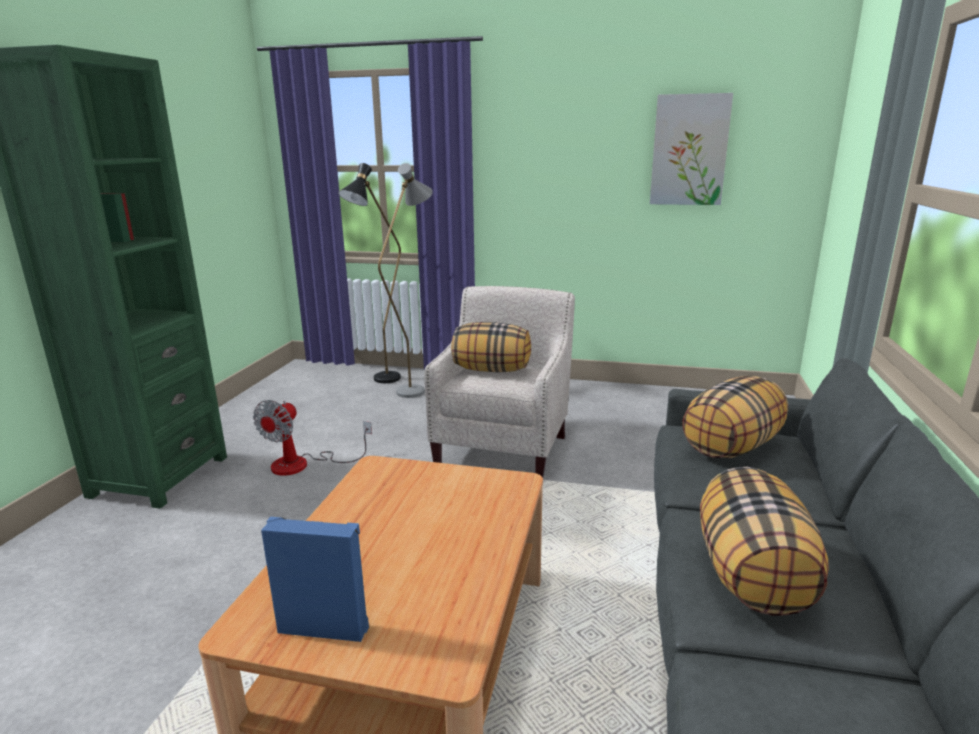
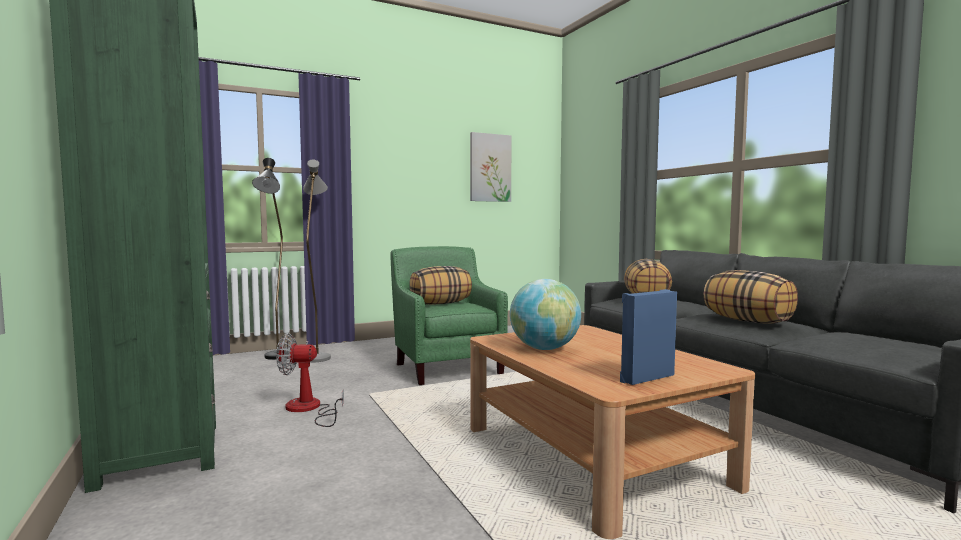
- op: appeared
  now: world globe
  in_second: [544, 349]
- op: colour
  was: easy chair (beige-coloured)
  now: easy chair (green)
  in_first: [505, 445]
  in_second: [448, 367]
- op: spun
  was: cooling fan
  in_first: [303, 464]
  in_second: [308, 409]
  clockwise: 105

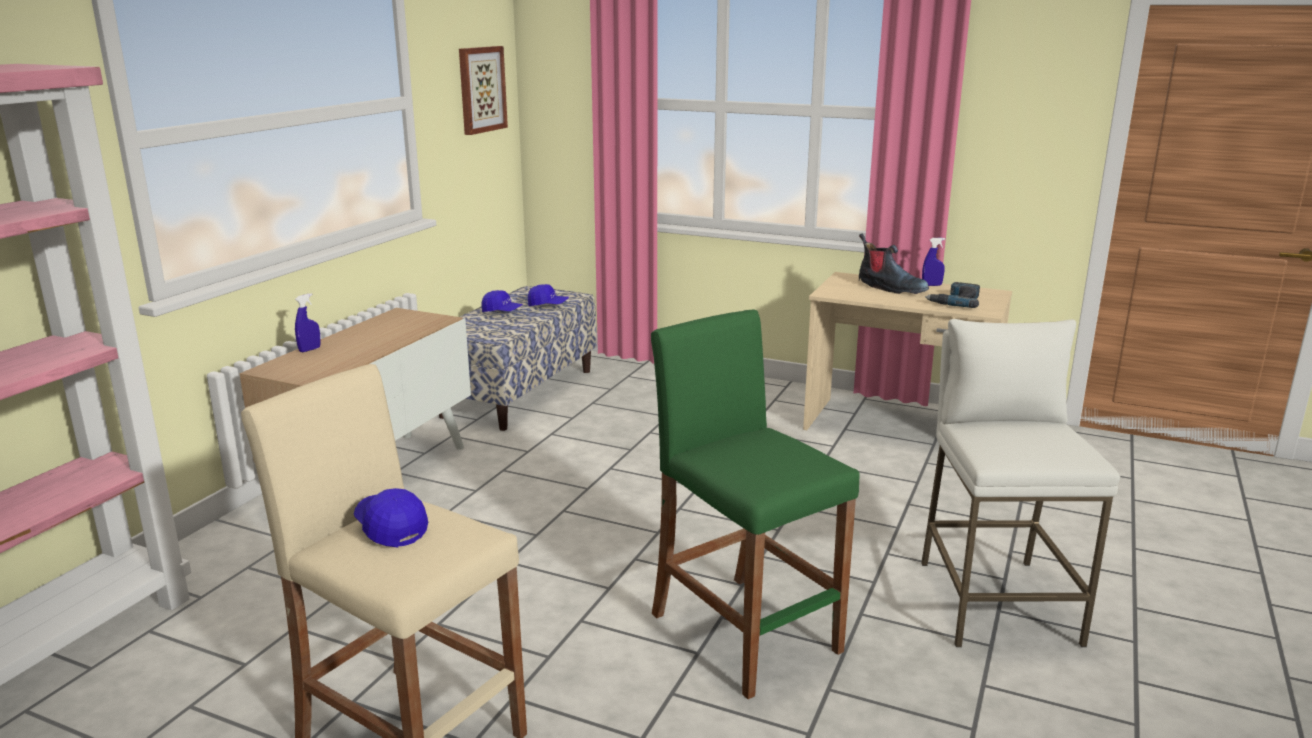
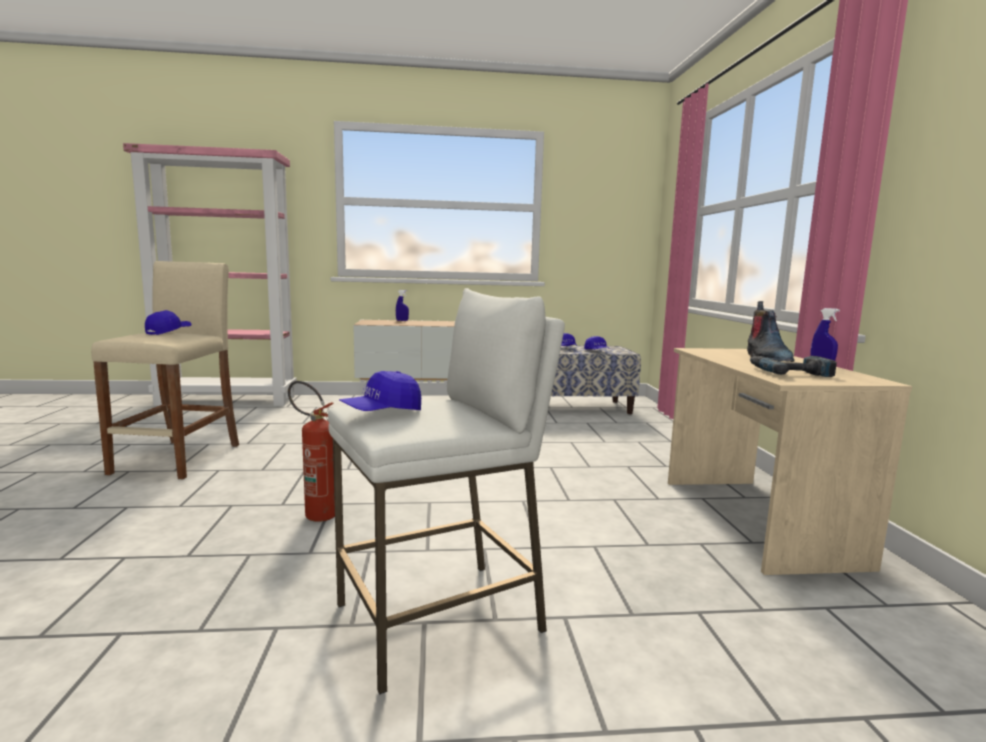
- op: missing
  was: picture
  in_first: [481, 89]
- op: appeared
  now: cap (blue-coloured)
  in_second: [382, 413]
- op: exchanged
  was: stool seat (green)
  now: fire-fighting cylinder
  in_first: [744, 632]
  in_second: [315, 513]

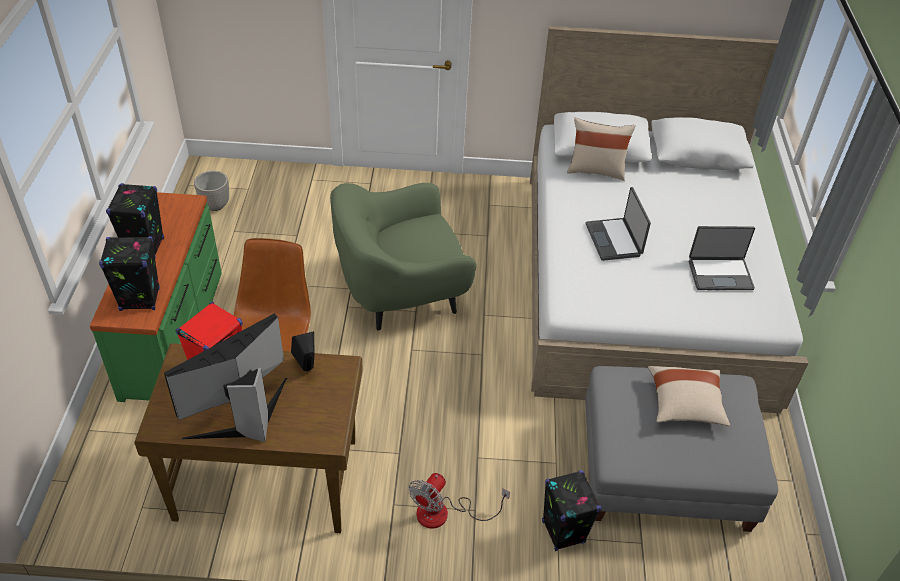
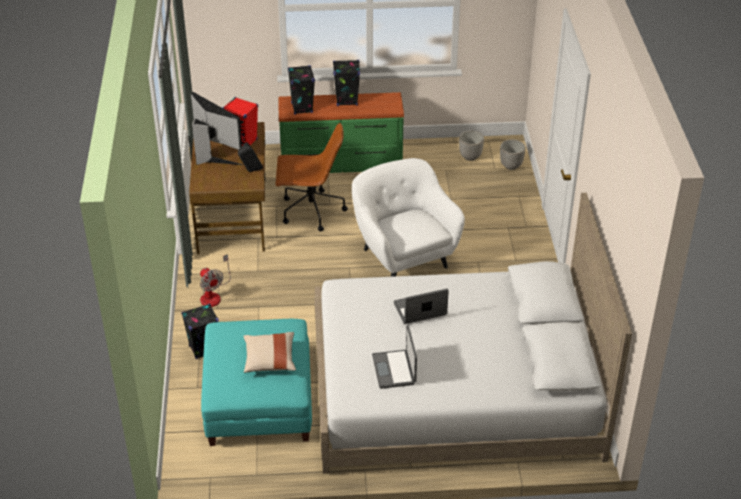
- op: missing
  was: throw pillow (beige-coloured)
  in_first: [596, 170]
- op: appeared
  now: plant pot
  in_second: [511, 166]
- op: colour
  was: easy chair (green)
  now: easy chair (white)
  in_first: [401, 293]
  in_second: [404, 256]
- op: colour
  was: footrest (greyish)
  now: footrest (turquoise)
  in_first: [665, 469]
  in_second: [259, 401]
- op: spun
  was: cooling fan
  in_first: [444, 513]
  in_second: [213, 295]
  clockwise: -150

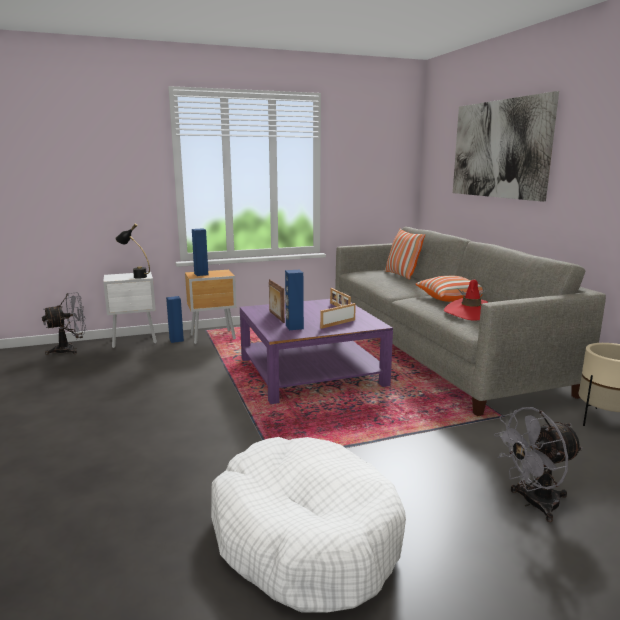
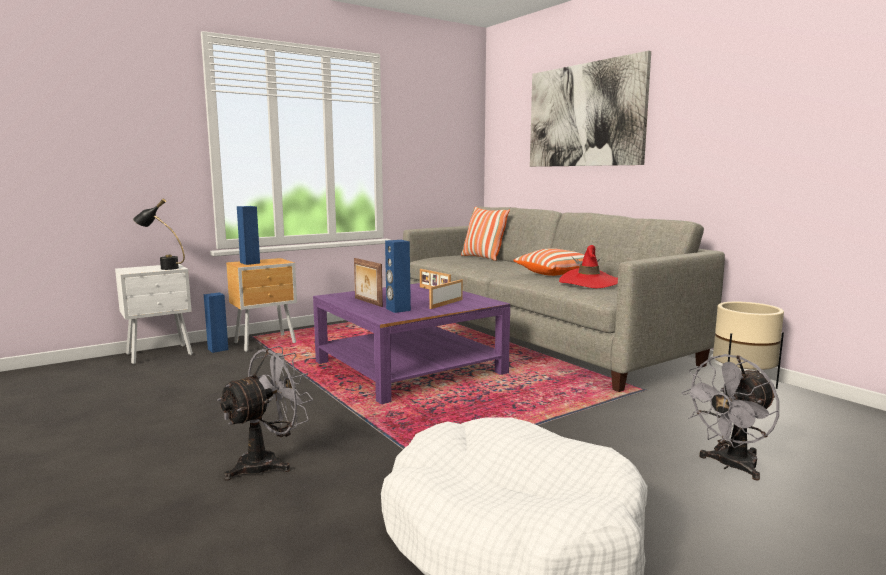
- op: relocated
  was: cooling fan (greyish)
  in_first: [70, 350]
  in_second: [267, 463]

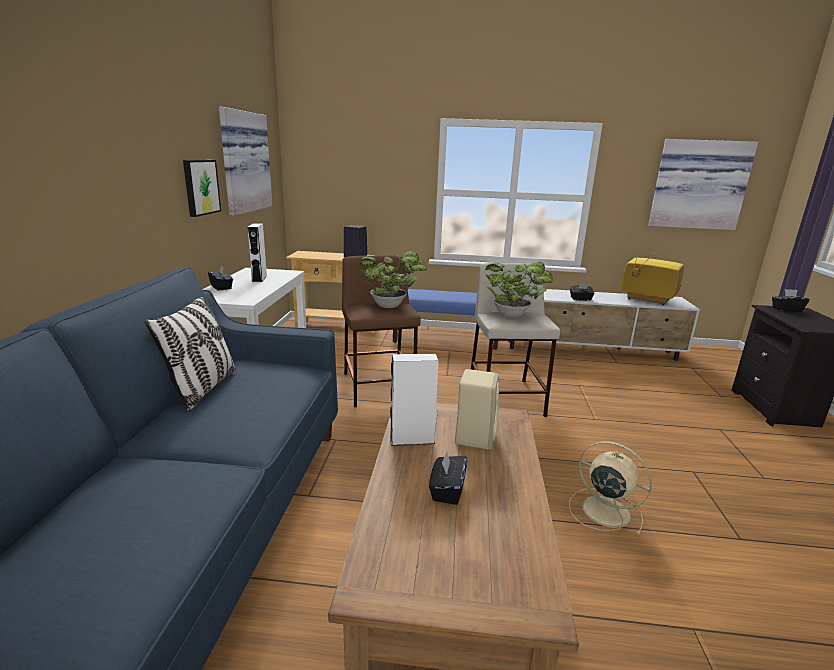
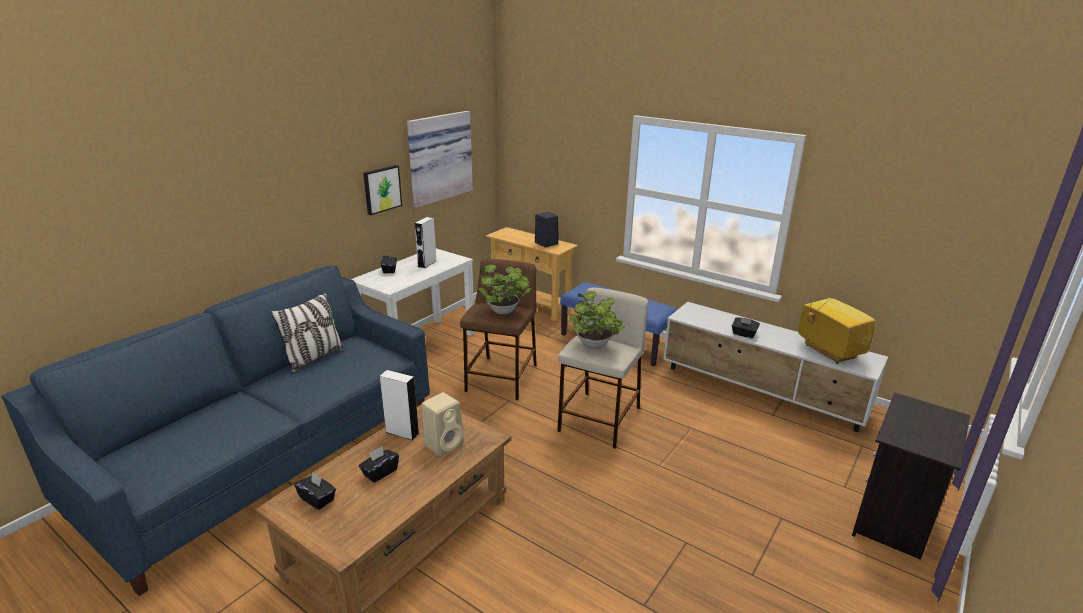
- op: missing
  was: cooling fan (beige-coloured)
  in_first: [603, 510]
- op: missing
  was: picture
  in_first: [698, 185]
- op: relocated
  was: box of tissues (black)
  in_first: [786, 309]
  in_second: [317, 499]

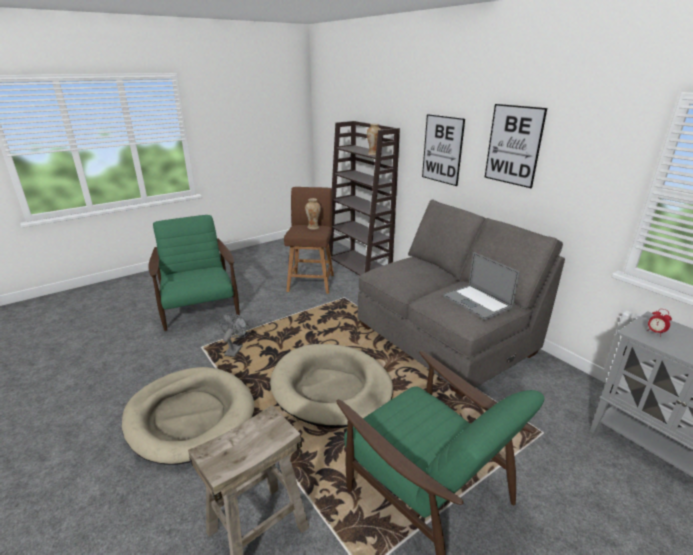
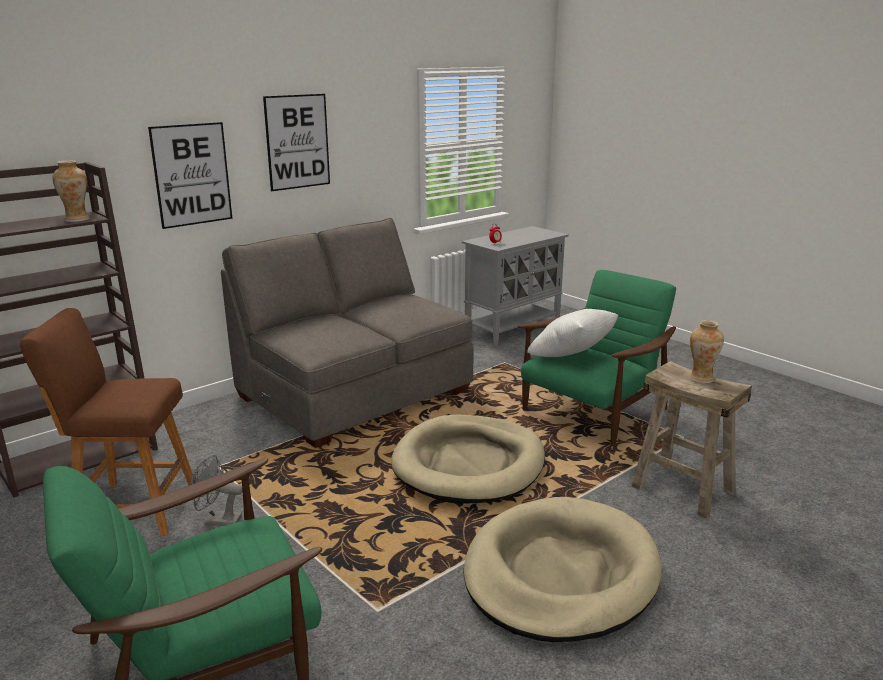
- op: missing
  was: laptop
  in_first: [476, 302]
- op: appeared
  now: throw pillow (white)
  in_second: [572, 357]
- op: relocated
  was: cooling fan (greyish)
  in_first: [235, 349]
  in_second: [217, 521]
- op: relocated
  was: vase
  in_first: [313, 227]
  in_second: [701, 378]

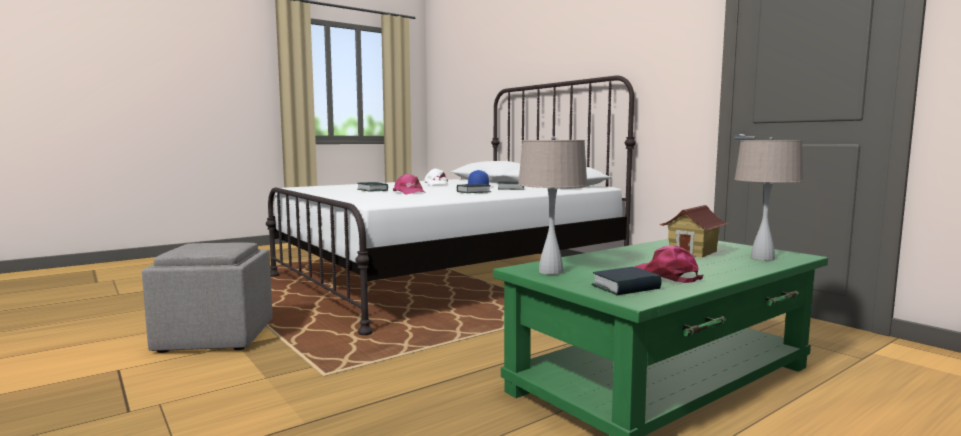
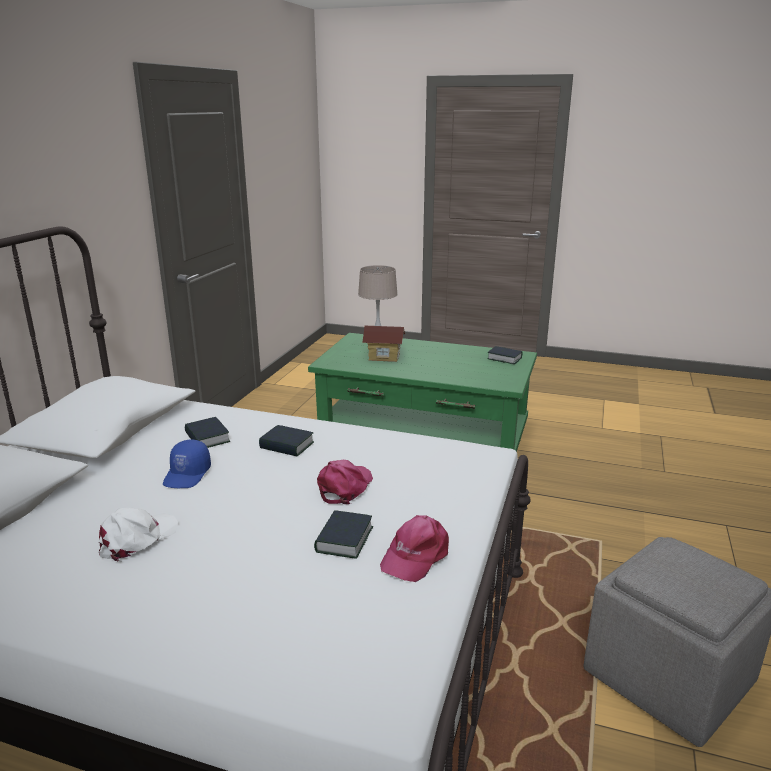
- op: missing
  was: lamp for a table (beige-coloured)
  in_first: [551, 272]
- op: relocated
  was: cap (pinkish)
  in_first: [666, 276]
  in_second: [415, 555]

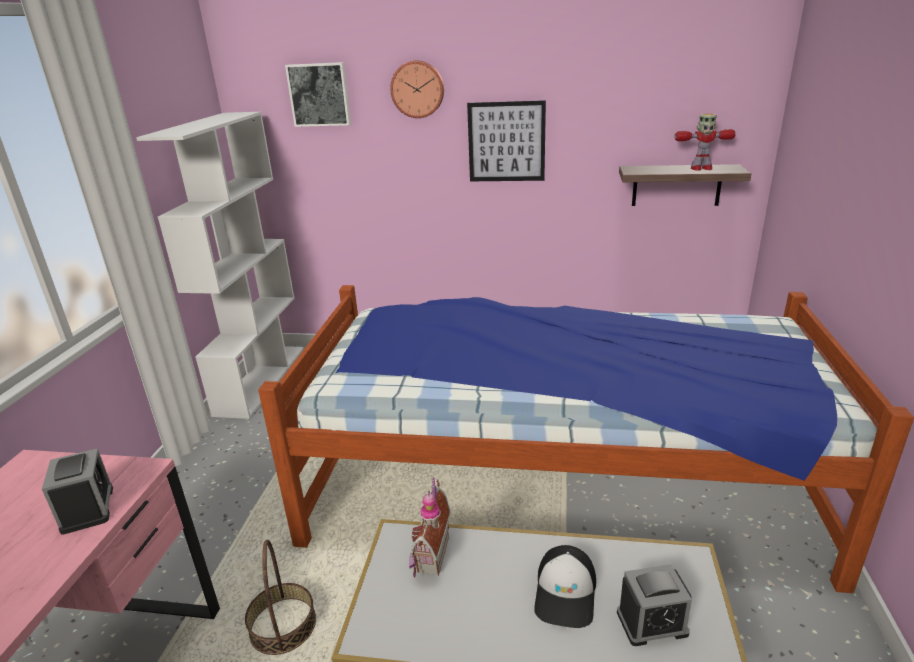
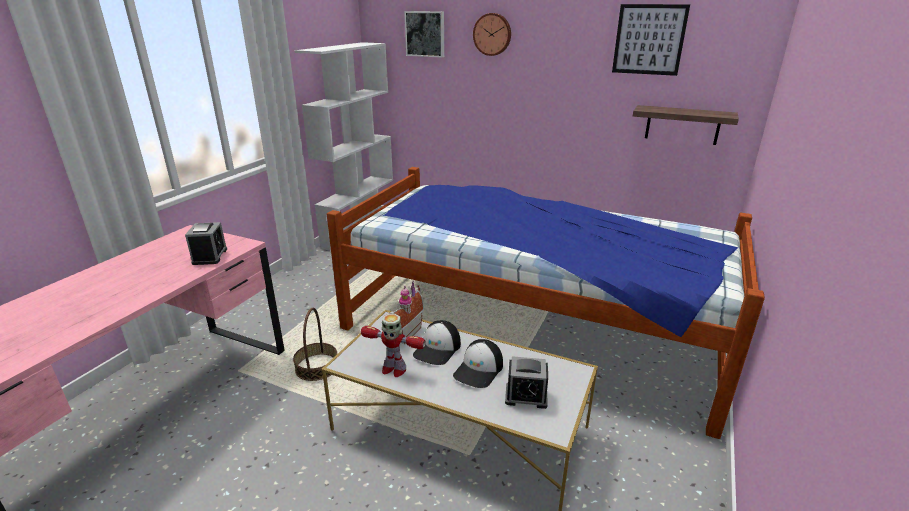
- op: appeared
  now: cap
  in_second: [438, 349]
- op: relocated
  was: picture
  in_first: [506, 142]
  in_second: [649, 40]
- op: relocated
  was: model robot
  in_first: [701, 168]
  in_second: [393, 369]

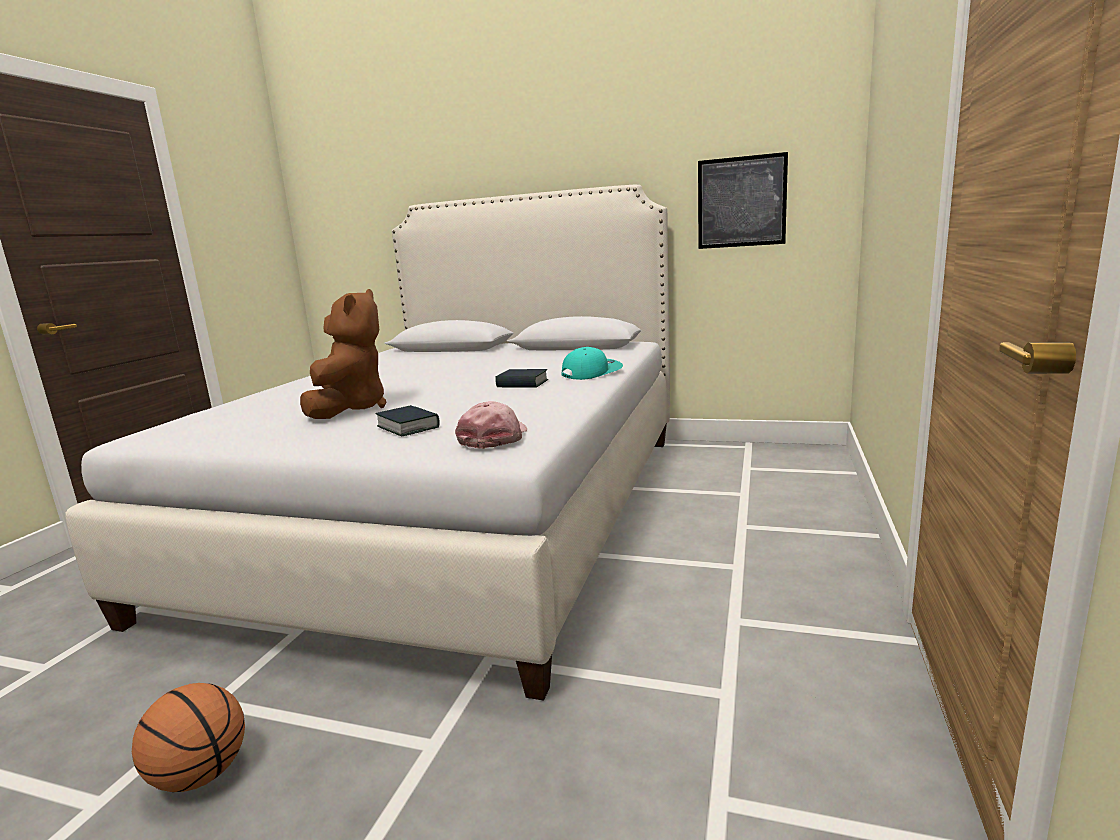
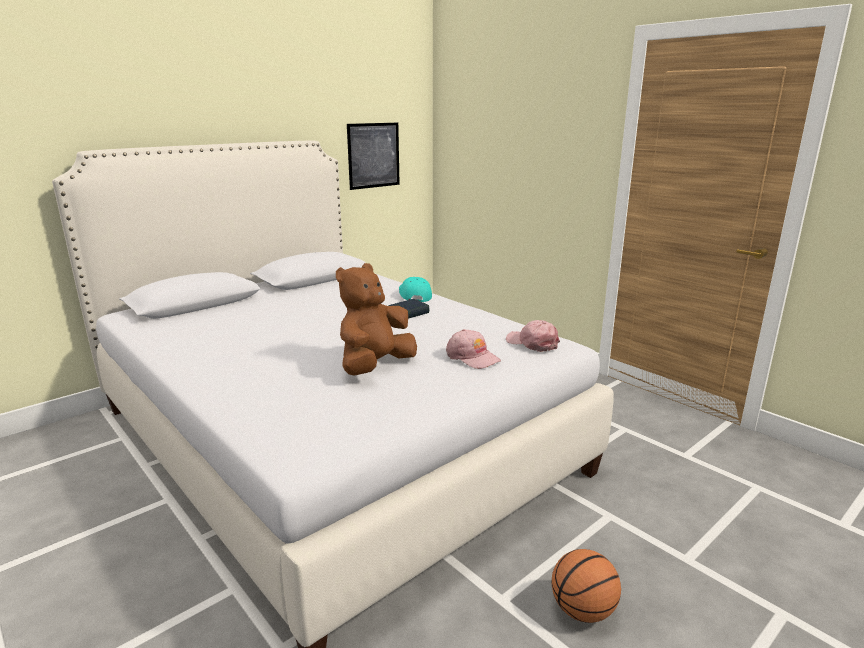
- op: exchanged
  was: book
  now: cap (pinkish)
  in_first: [408, 427]
  in_second: [472, 357]
- op: spun
  was: plush toy (brownish)
  in_first: [350, 409]
  in_second: [375, 366]
  clockwise: -90

